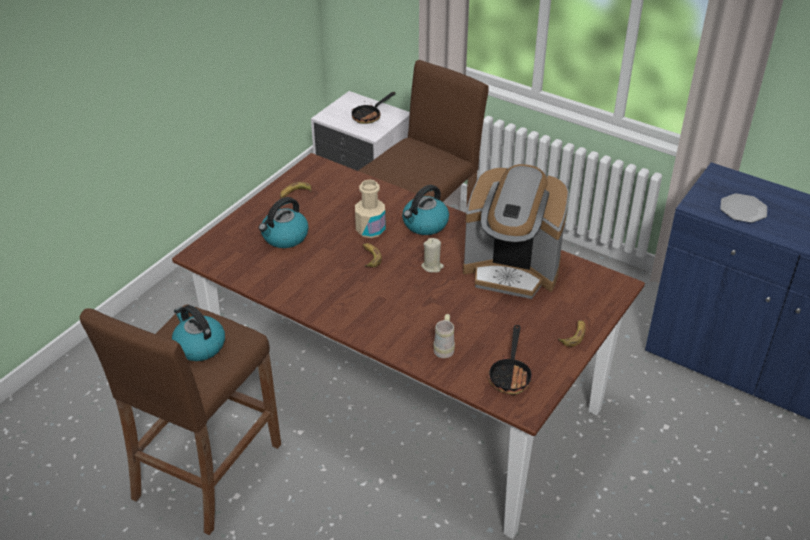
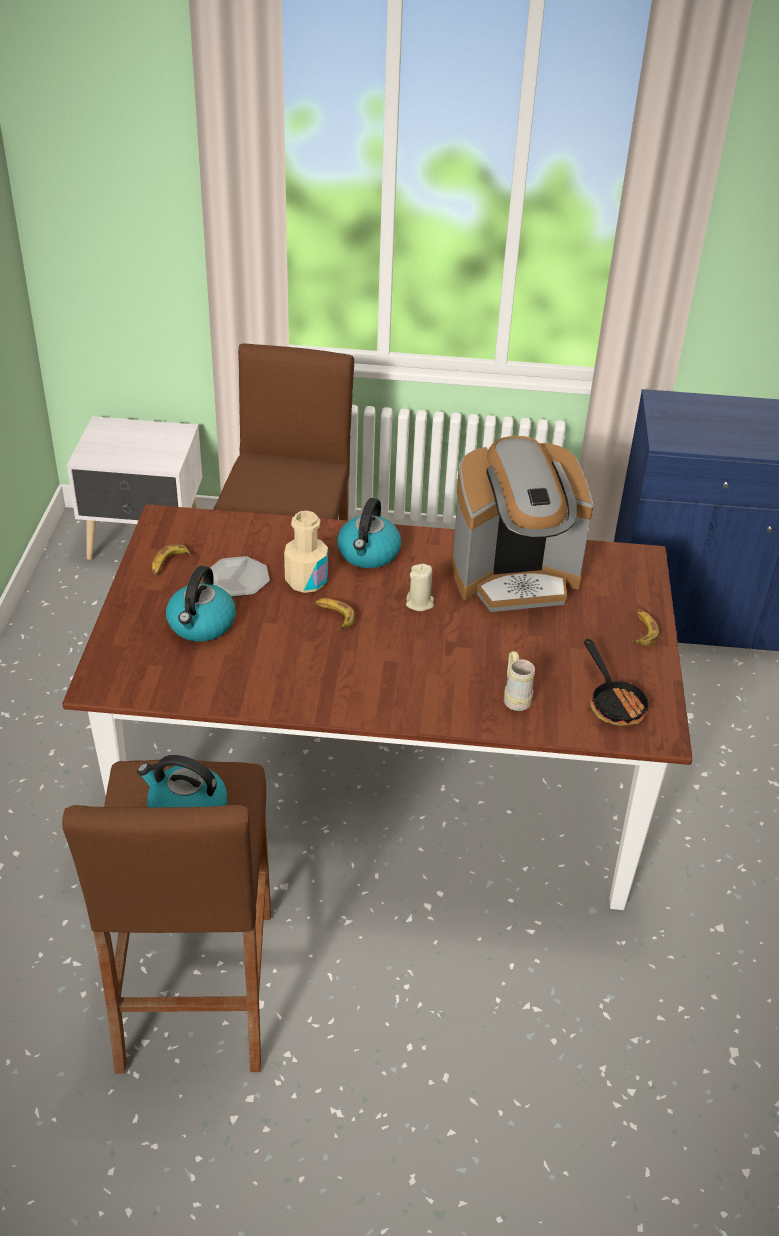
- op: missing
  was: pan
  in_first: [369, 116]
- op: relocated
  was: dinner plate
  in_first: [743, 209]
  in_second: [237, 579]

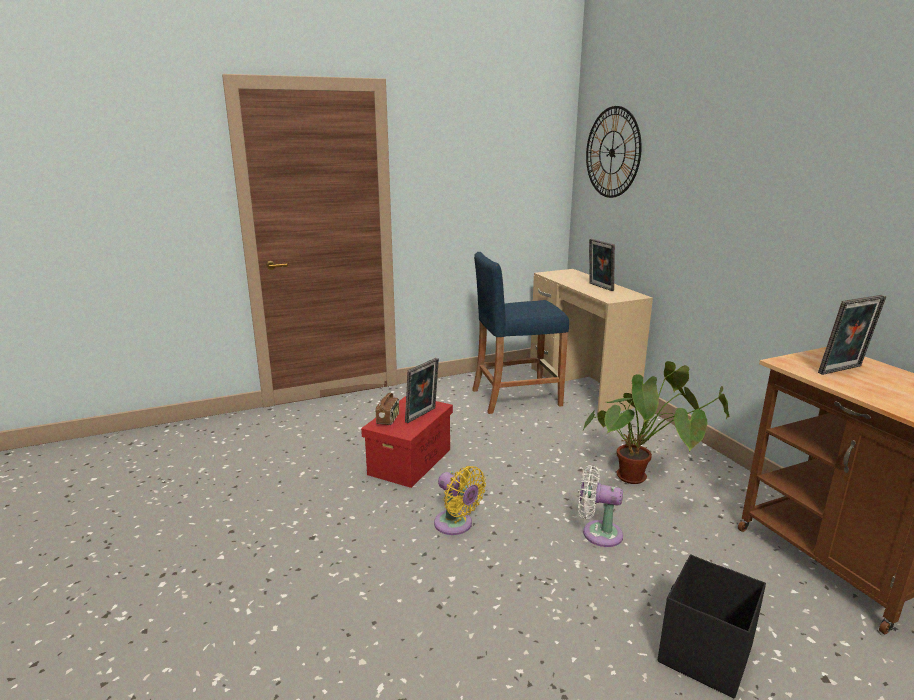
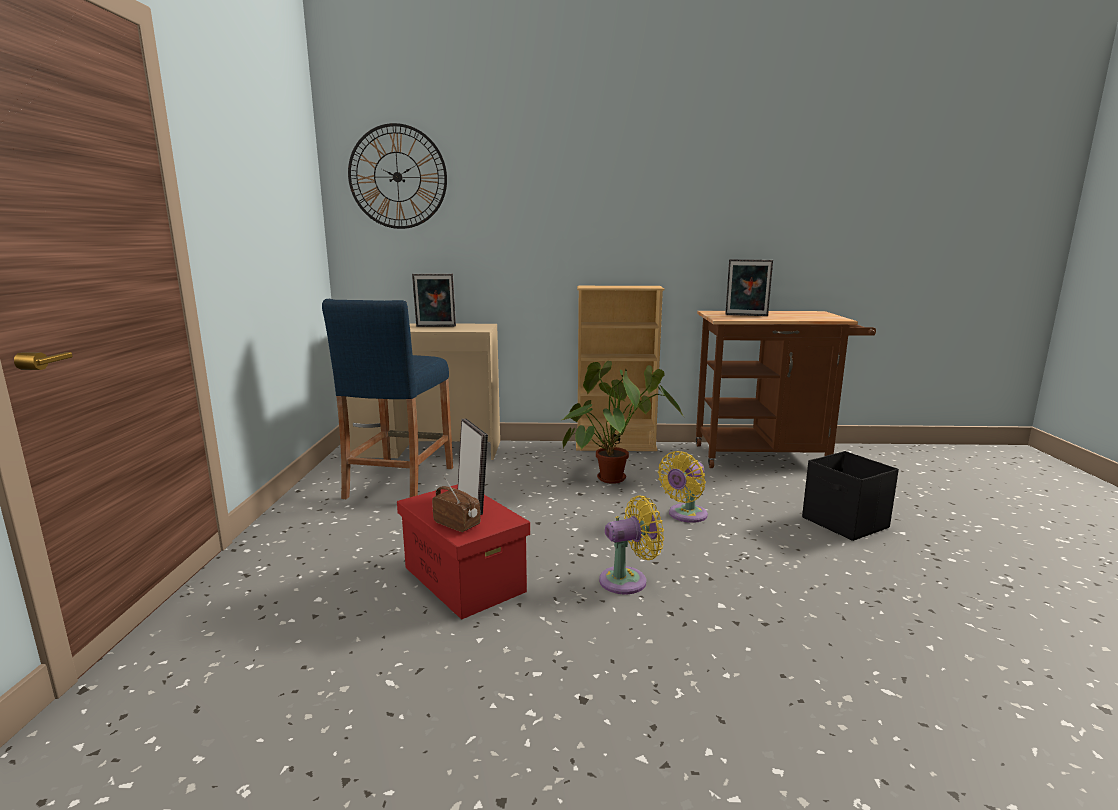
- op: appeared
  now: bookcase (beige-coloured)
  in_second: [615, 446]
- op: colour
  was: cooling fan (white)
  now: cooling fan (yellow-coloured)
  in_first: [598, 533]
  in_second: [685, 515]
- op: spun
  was: photo frame
  in_first: [843, 371]
  in_second: [746, 315]
  clockwise: 105

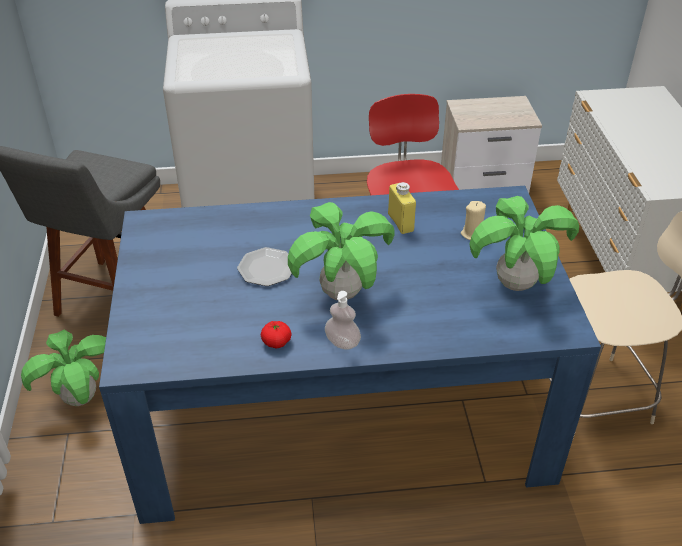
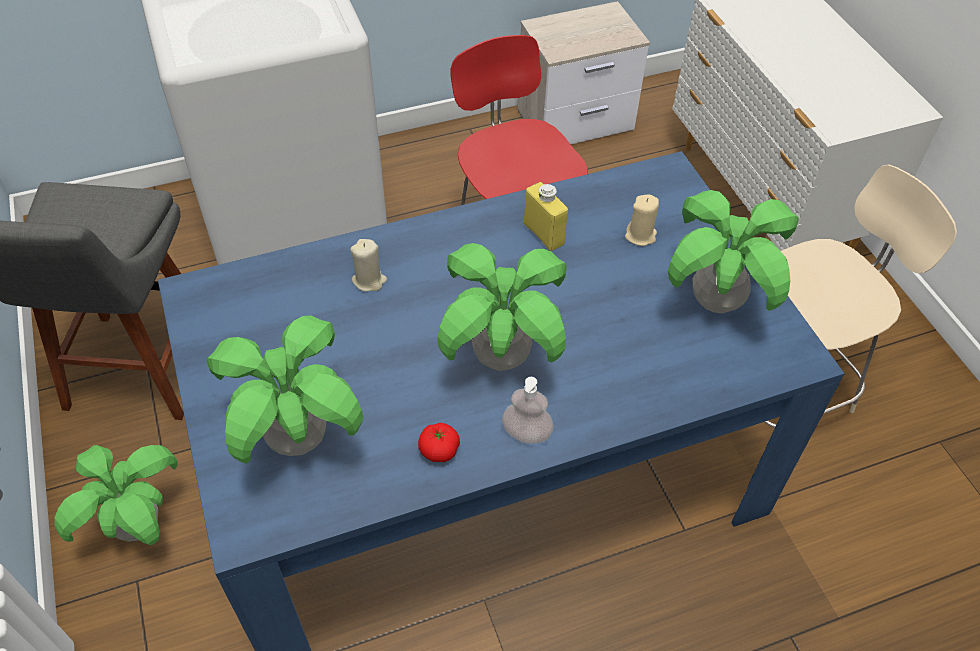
- op: missing
  was: dinner plate
  in_first: [266, 269]
- op: appeared
  now: houseplant
  in_second: [298, 440]
- op: appeared
  now: wax candle (beige-coloured)
  in_second: [369, 280]

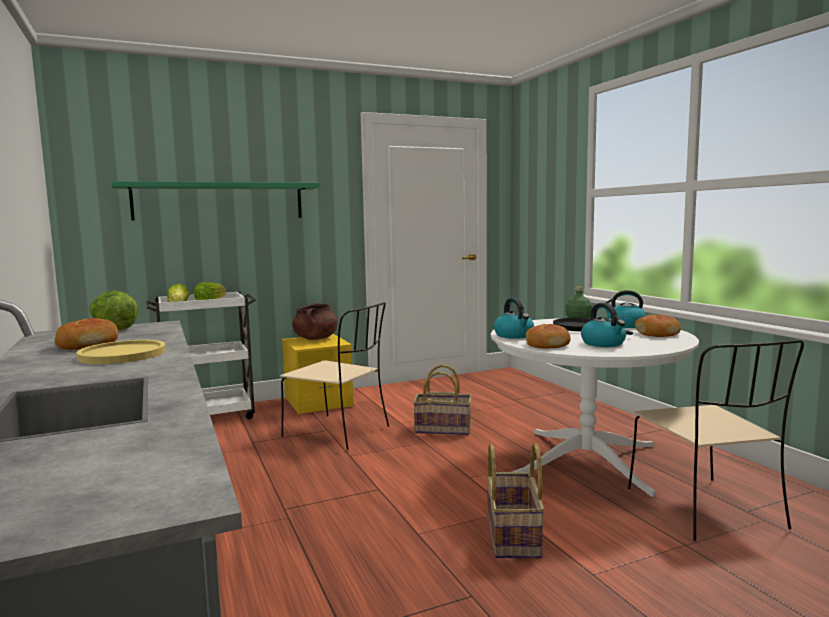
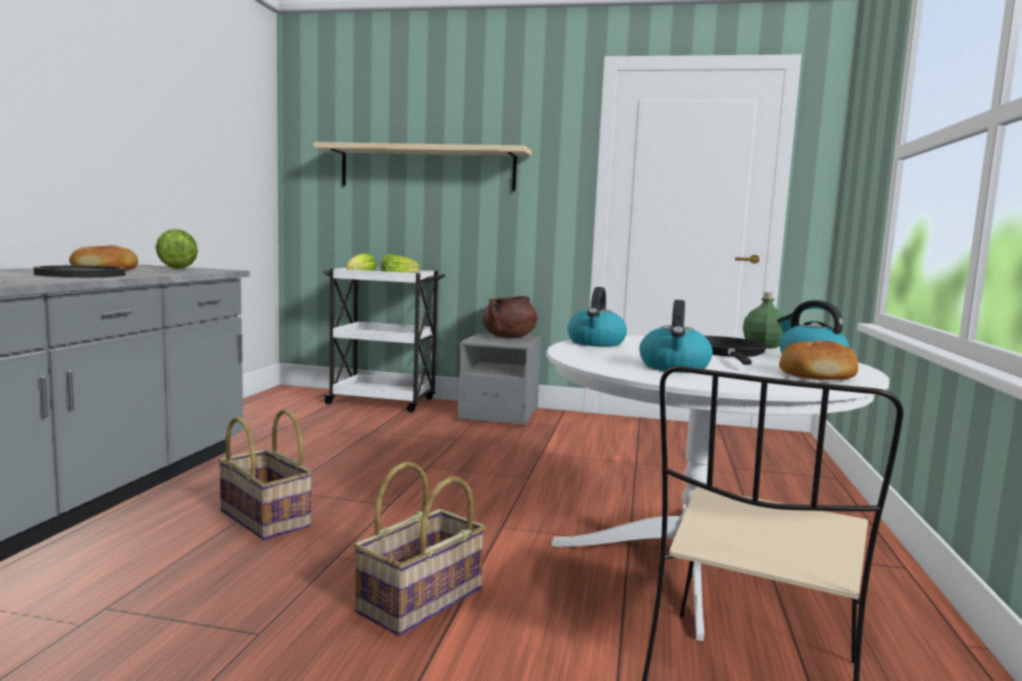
- op: missing
  was: chair (beige-coloured)
  in_first: [339, 432]
- op: missing
  was: bakery bread
  in_first: [547, 345]
- op: relocated
  was: household basket
  in_first: [443, 429]
  in_second: [266, 518]
- op: colour
  was: dinner plate (yellow-coloured)
  now: dinner plate (black)
  in_first: [122, 354]
  in_second: [81, 274]
- op: colour
  was: shelf (green)
  now: shelf (beige-coloured)
  in_first: [219, 201]
  in_second: [427, 168]
- op: colour
  was: nightstand (yellow-coloured)
  now: nightstand (greyish)
  in_first: [318, 402]
  in_second: [499, 414]

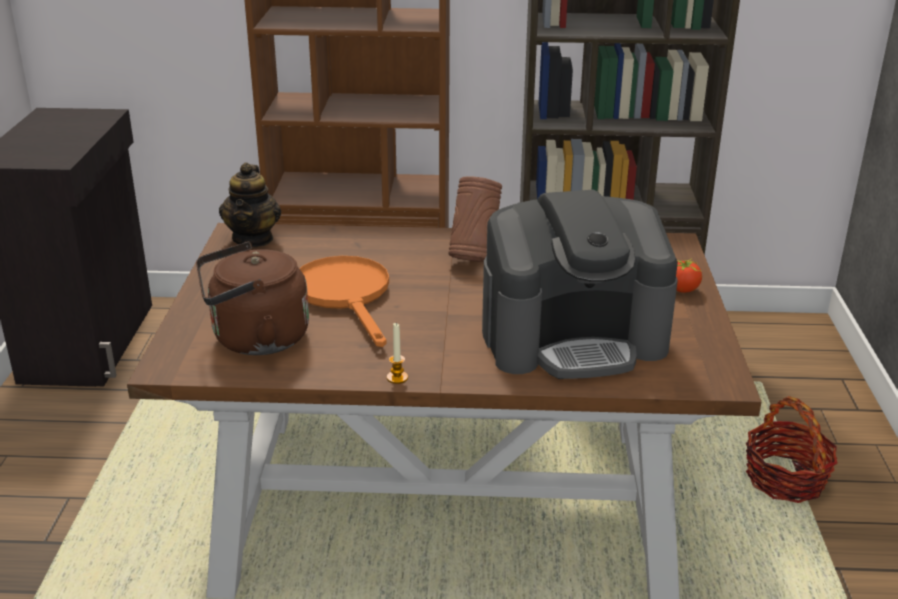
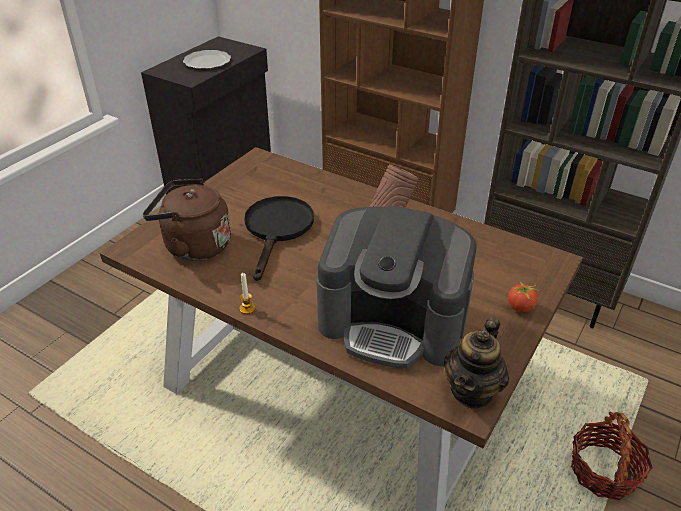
- op: appeared
  now: dinner plate
  in_second: [207, 62]
- op: relocated
  was: tea pot
  in_first: [253, 239]
  in_second: [472, 391]
- op: colour
  was: pan (orange)
  now: pan (black)
  in_first: [346, 295]
  in_second: [277, 229]

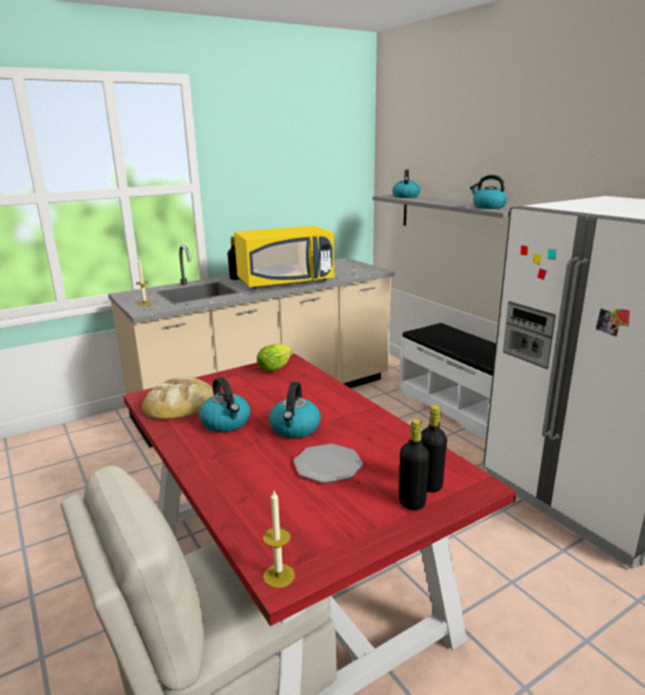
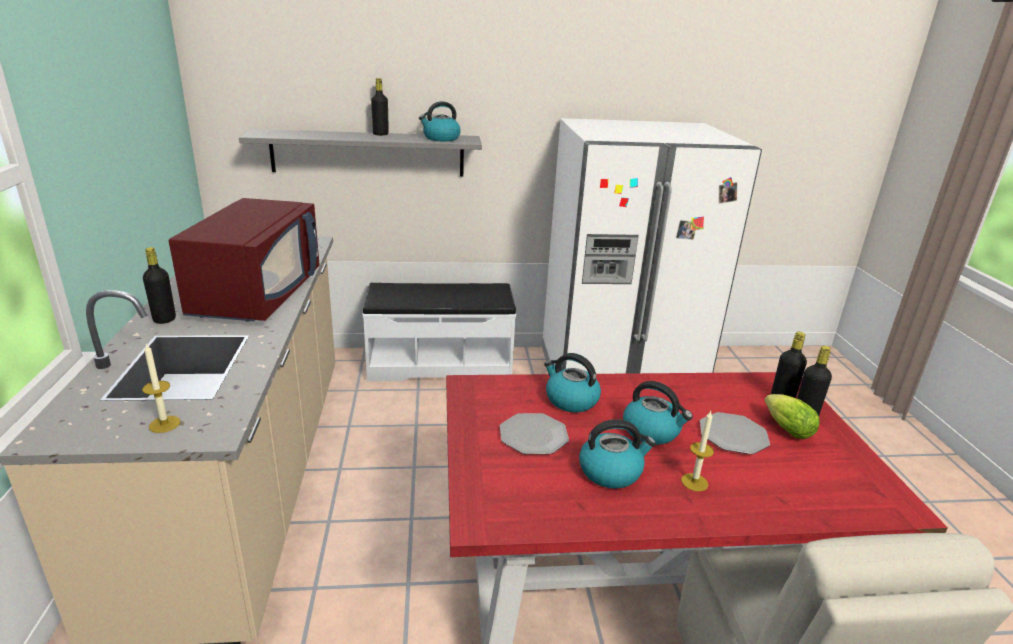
- op: missing
  was: bakery bread
  in_first: [180, 403]
- op: appeared
  now: bottle (black)
  in_second: [380, 134]
- op: appeared
  now: dinner plate
  in_second: [533, 435]
- op: relocated
  was: lettuce head
  in_first: [276, 368]
  in_second: [784, 428]
- op: relocated
  was: wax candle
  in_first: [279, 576]
  in_second: [694, 482]
- op: relocated
  was: water kettle
  in_first: [405, 196]
  in_second: [570, 400]
- op: colour
  was: microwave oven (yellow-coloured)
  now: microwave oven (reddish)
  in_first: [285, 282]
  in_second: [258, 295]

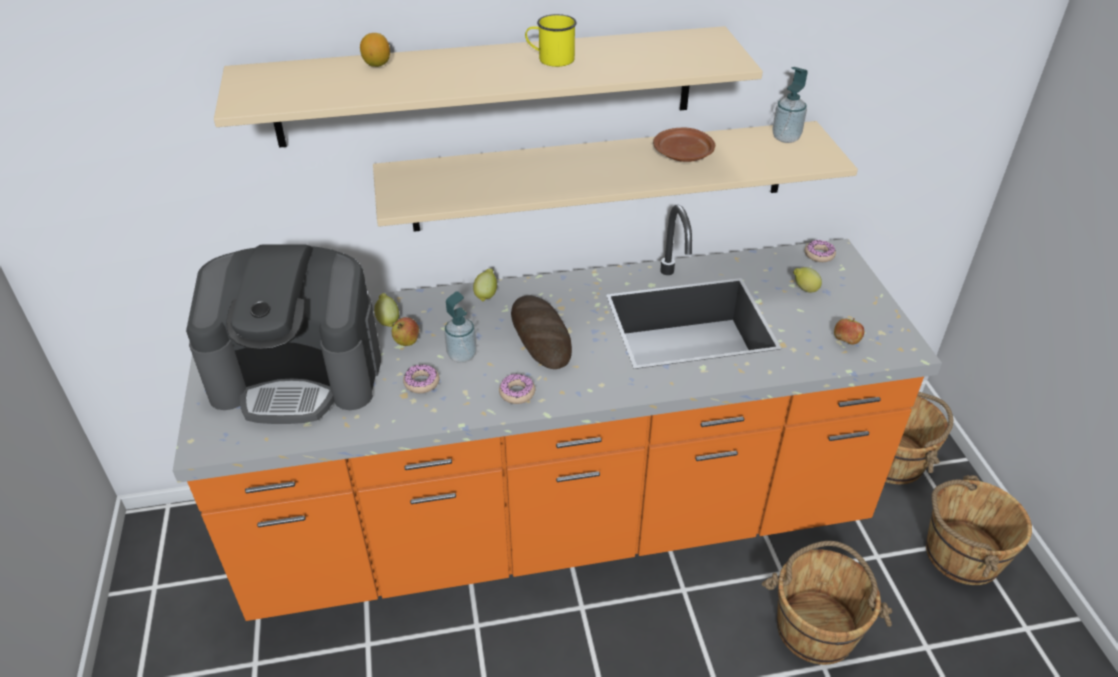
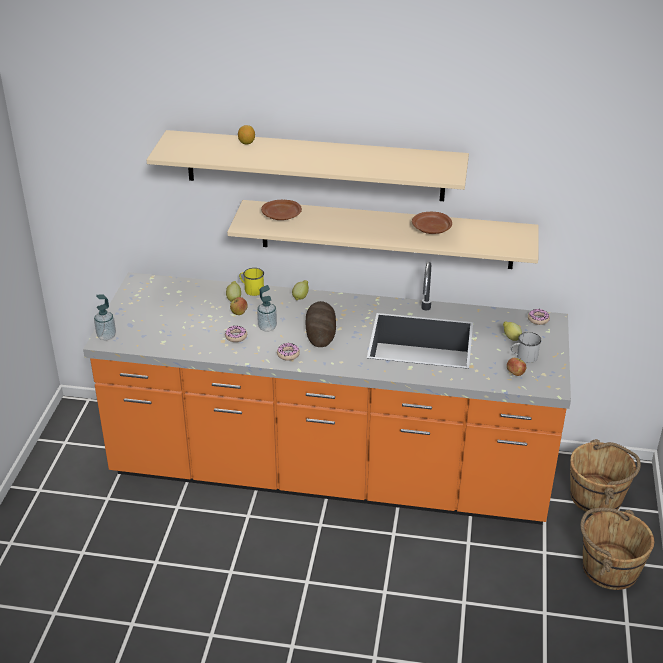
- op: missing
  was: coffee brewer
  in_first: [299, 375]
- op: missing
  was: pail (brownish)
  in_first: [816, 627]
- op: appeared
  now: dinner plate (brownish)
  in_second: [282, 216]
- op: appeared
  now: coffee mug (white)
  in_second: [523, 357]
- op: relocated
  was: coffee mug (yellow-coloured)
  in_first: [550, 59]
  in_second: [251, 289]
- op: relocated
  was: liquid soap bottle
  in_first: [786, 138]
  in_second: [106, 336]

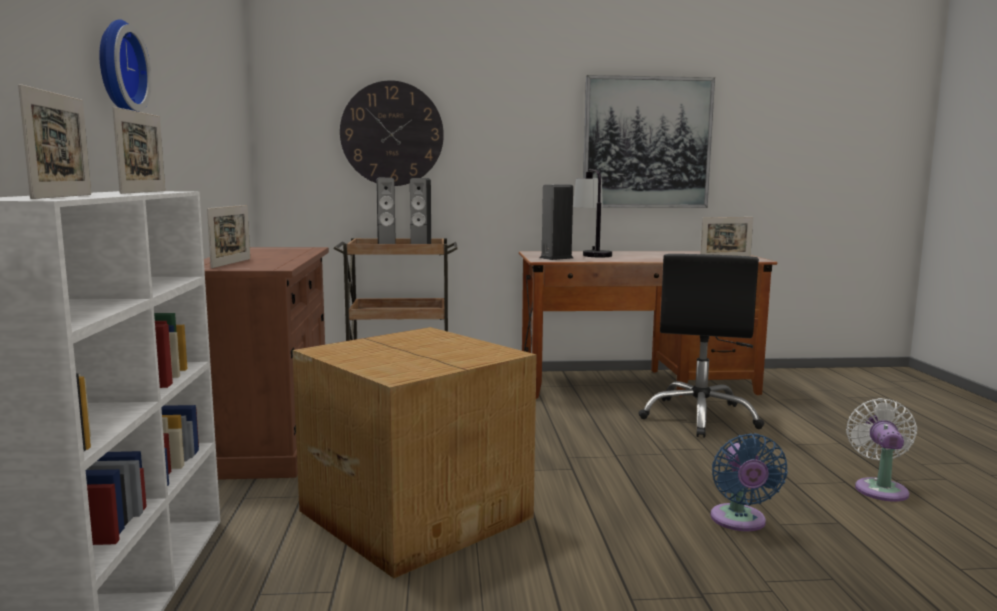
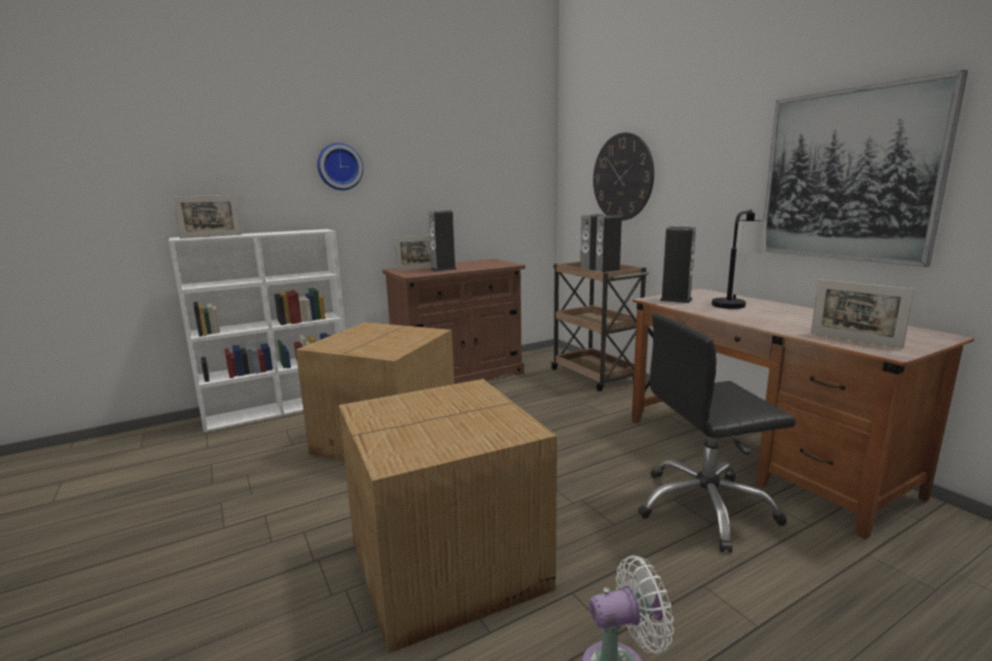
- op: missing
  was: photo frame
  in_first: [144, 192]
- op: appeared
  now: speaker
  in_second: [443, 269]
- op: exchanged
  was: cooling fan (blue-coloured)
  now: cardboard box
  in_first: [739, 522]
  in_second: [450, 564]

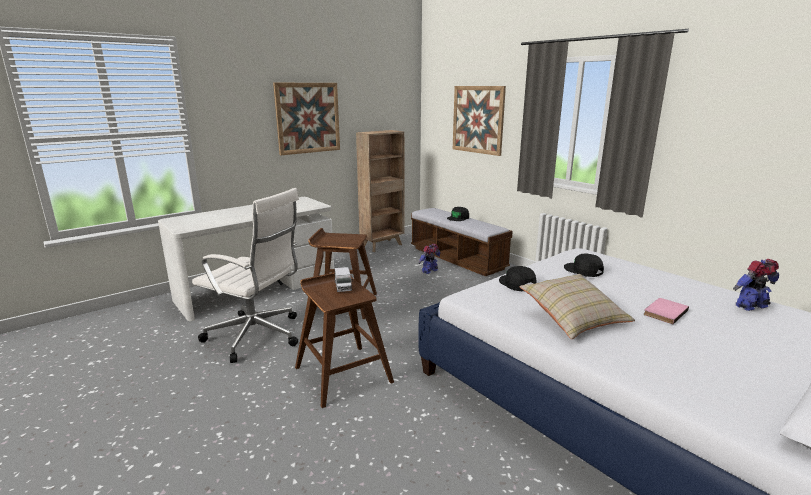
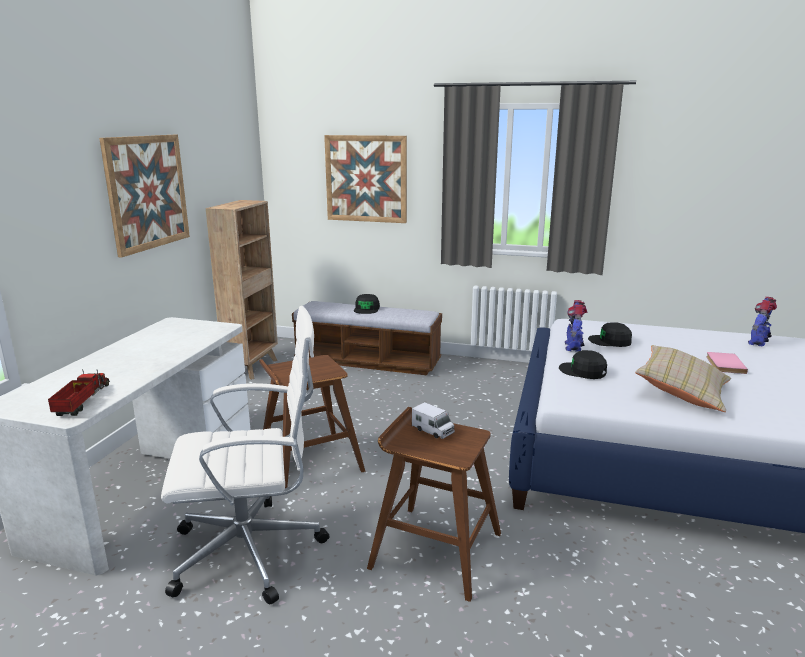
- op: appeared
  now: model truck
  in_second: [82, 401]
- op: relocated
  was: model robot
  in_first: [430, 271]
  in_second: [573, 347]

